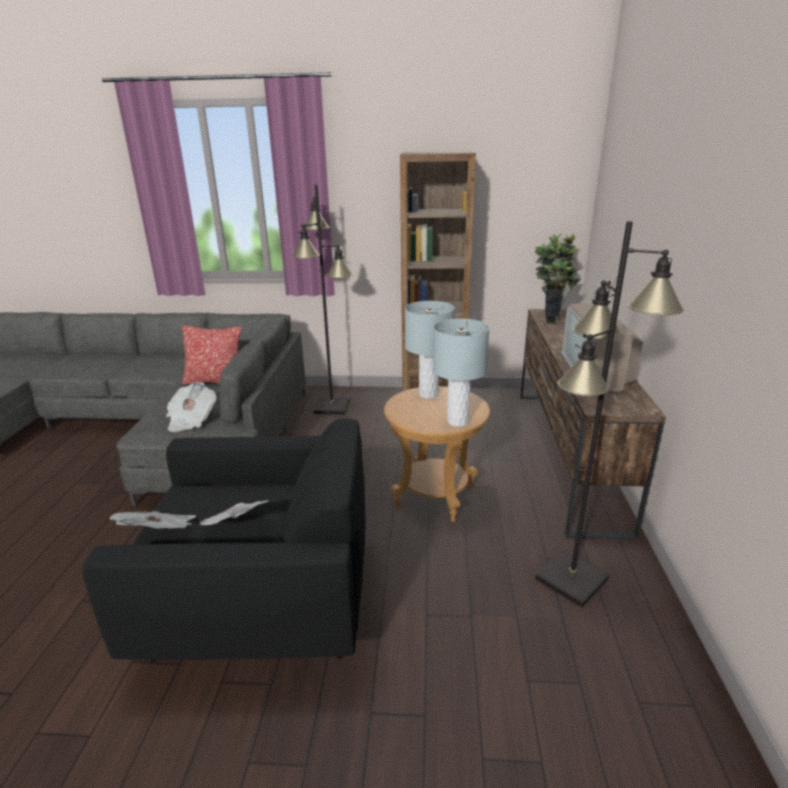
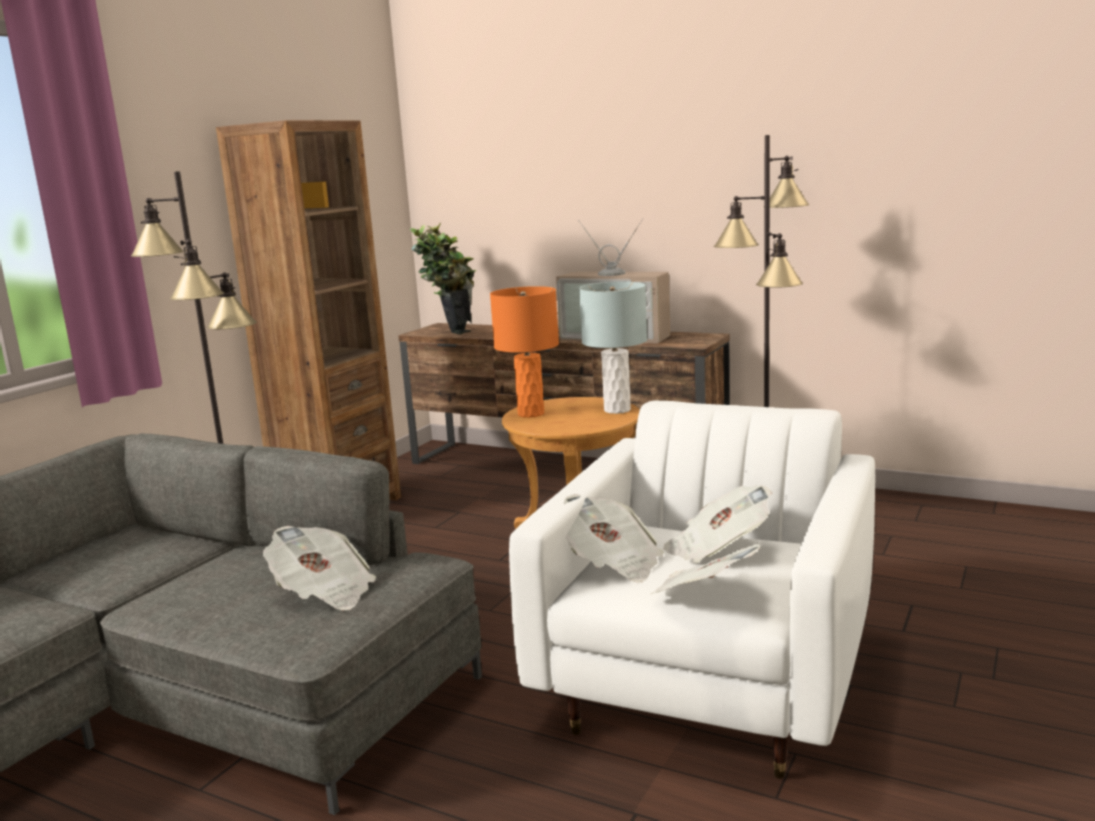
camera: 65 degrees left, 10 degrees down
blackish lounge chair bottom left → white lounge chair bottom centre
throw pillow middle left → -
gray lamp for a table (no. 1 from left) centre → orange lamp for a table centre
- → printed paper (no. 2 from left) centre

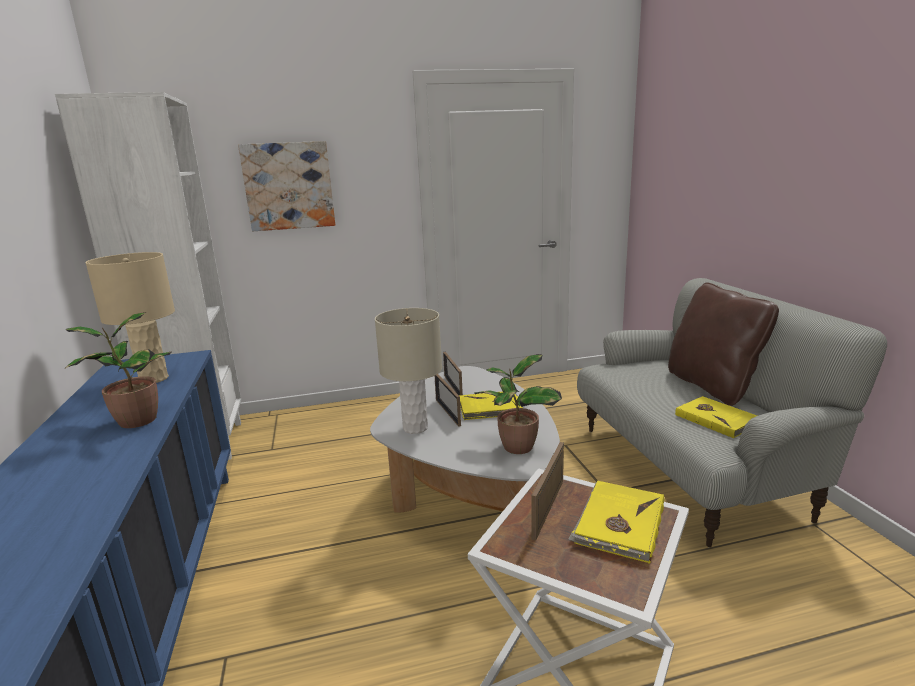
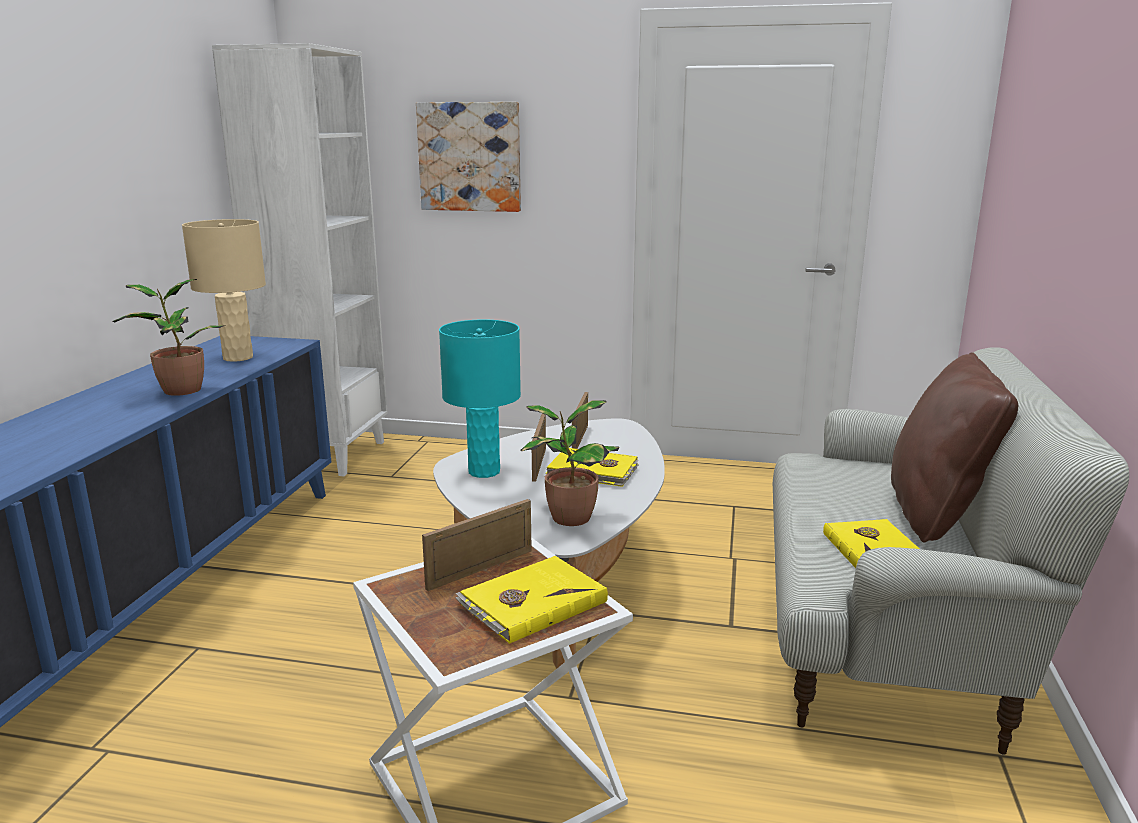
camera: 25 degrees right, 0 degrees up
beige-coloured lamp for a table (no. 2 from left) centre → turquoise lamp for a table centre

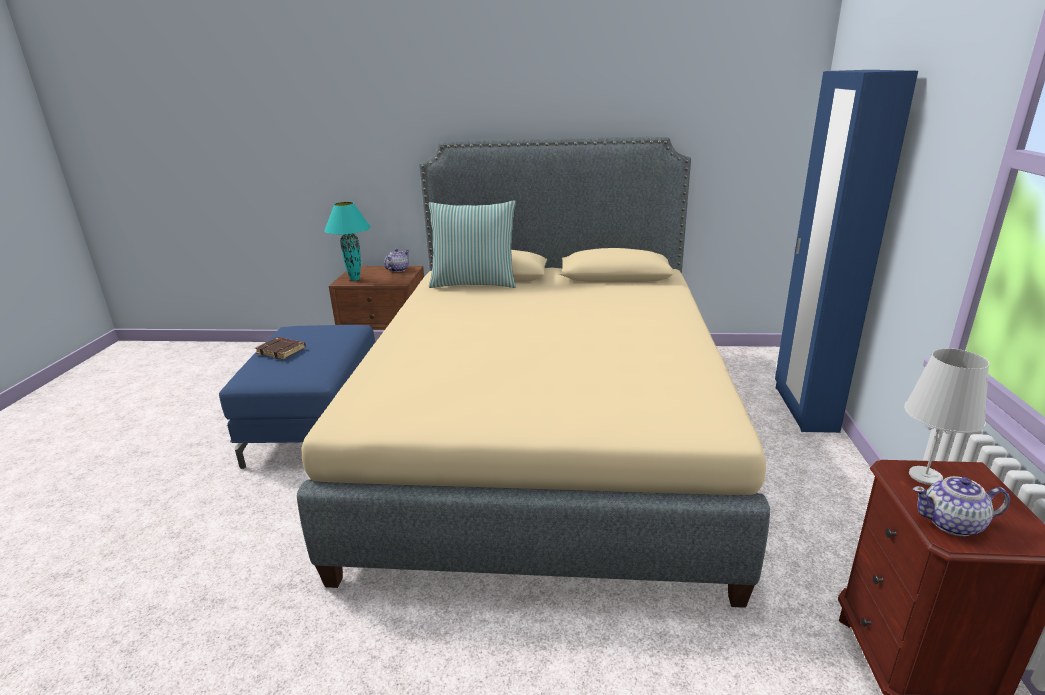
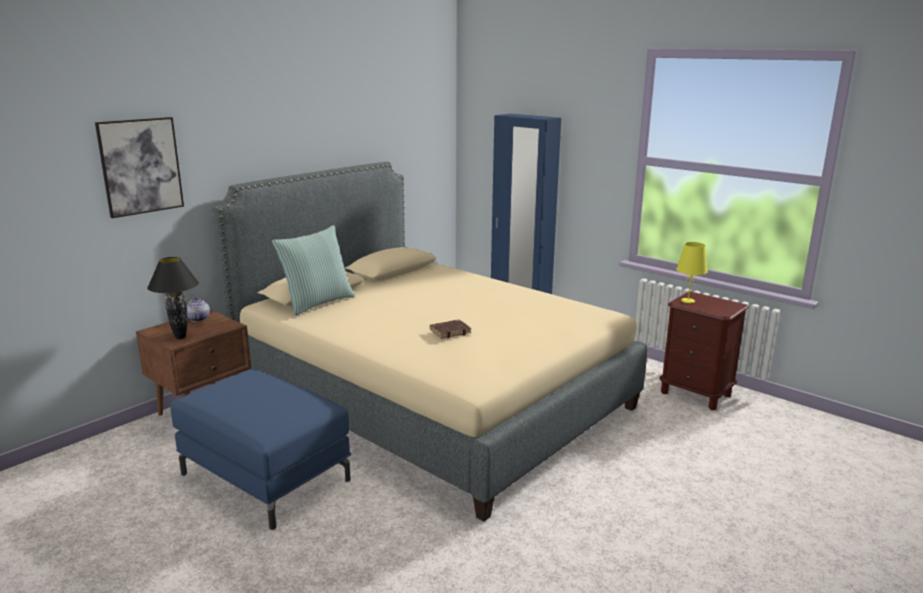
camera: 55 degrees left, 5 degrees down
brown volume middle left → brown volume centre, shifted
turquoise lamp for a table middle left → blackish lamp for a table middle left
white lamp for a table middle right → yellowish lamp for a table middle right
teapot (no. 2 from left) bottom right → -
- → picture top left

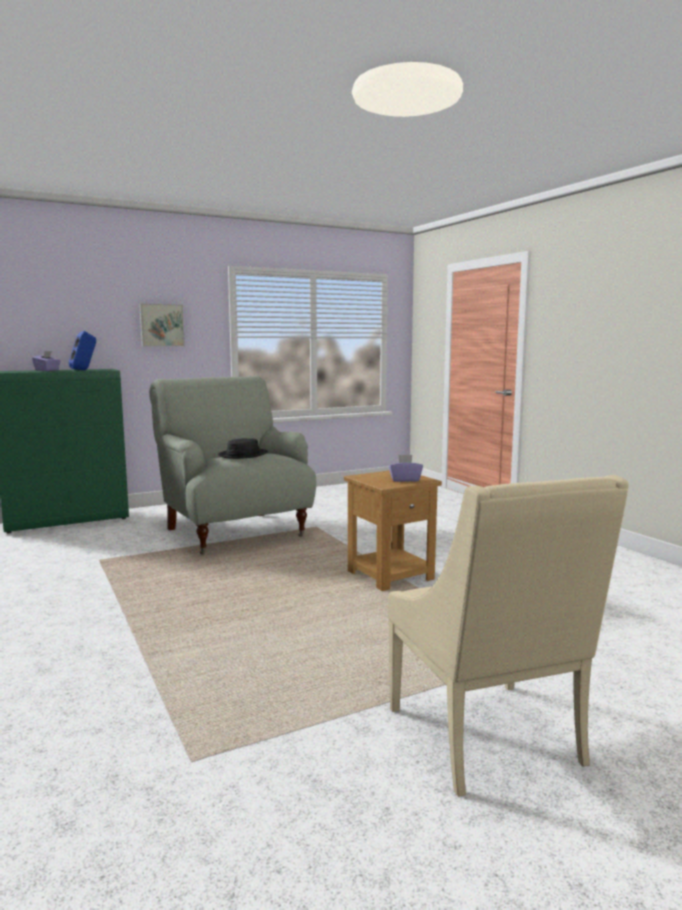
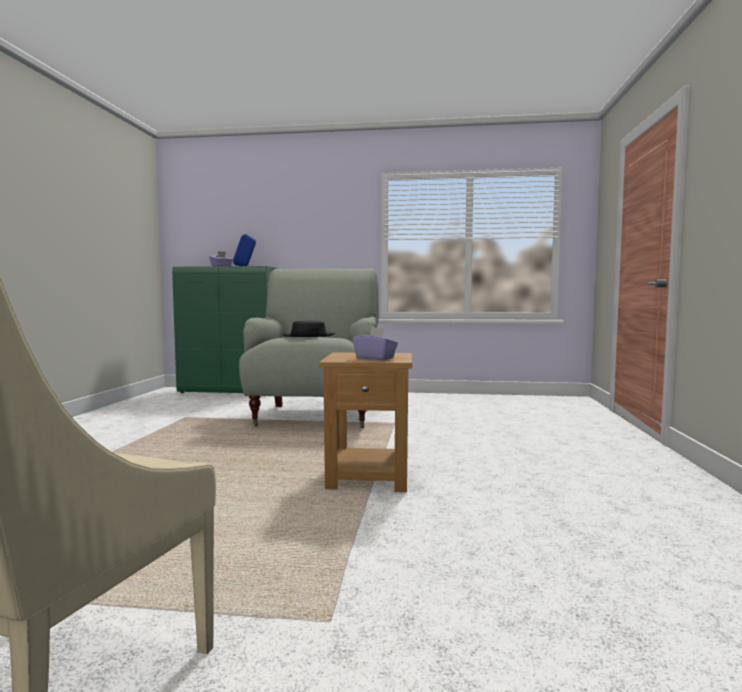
camera: 35 degrees right, 5 degrees down
picture middle left → -

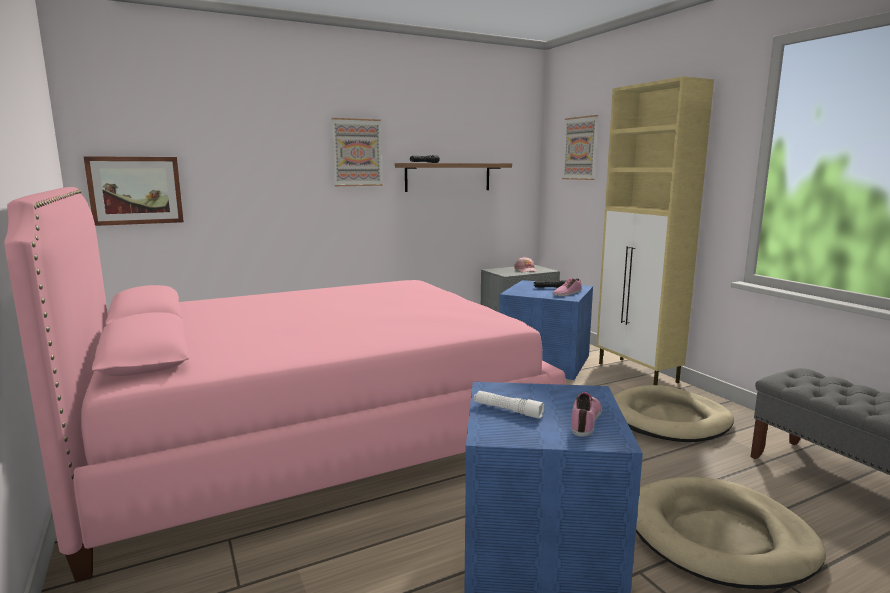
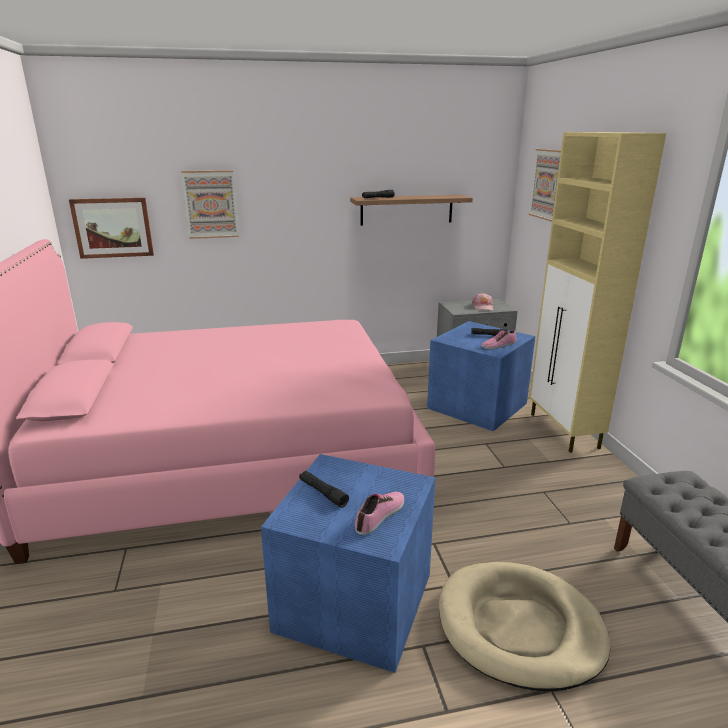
camera: 15 degrees right, 10 degrees up
picture (no. 2 from left) top centre → picture (no. 2 from left) top left, shifted
white torch bottom centre → blackish torch (no. 1 from left) bottom centre
beige-coloured pet bed (no. 1 from left) bottom right → -

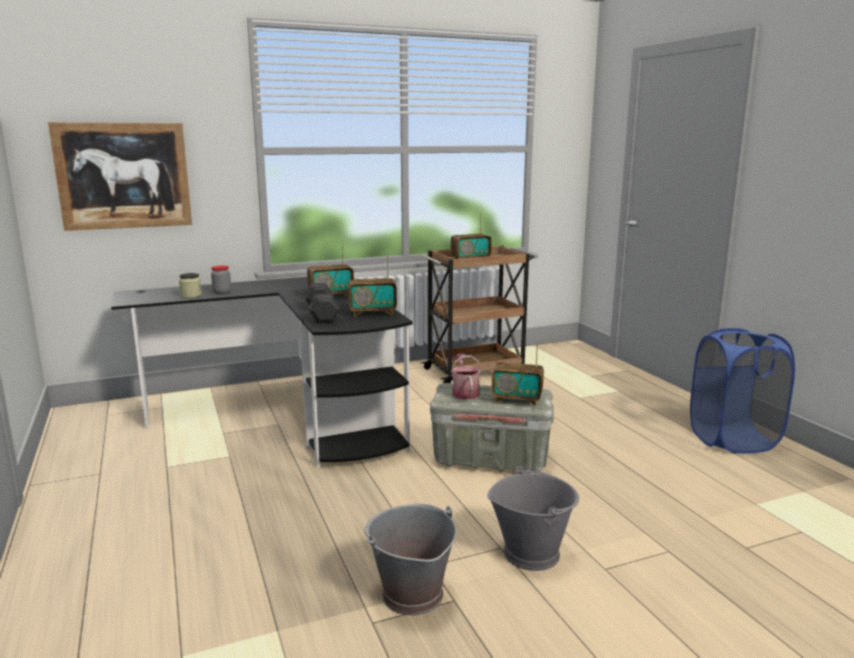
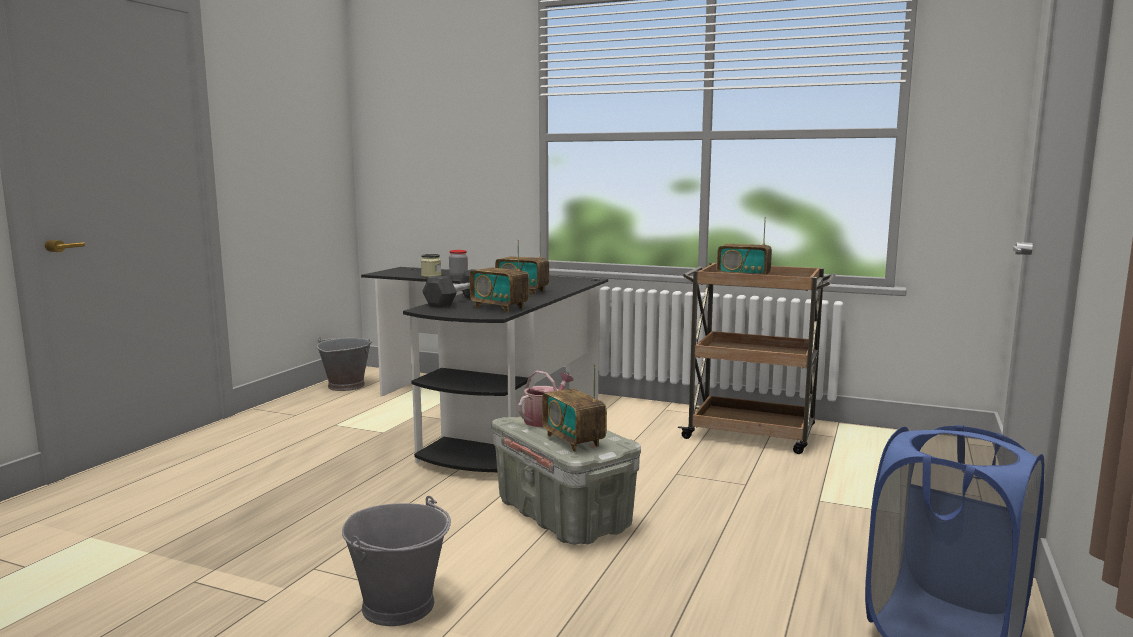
camera: 45 degrees right, 5 degrees down
picture top left → -
gray bucket (no. 1 from left) bottom centre → gray bucket (no. 1 from left) middle left, shifted

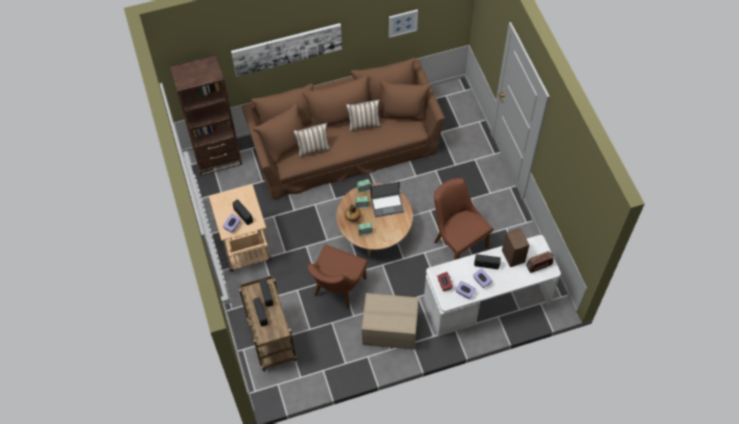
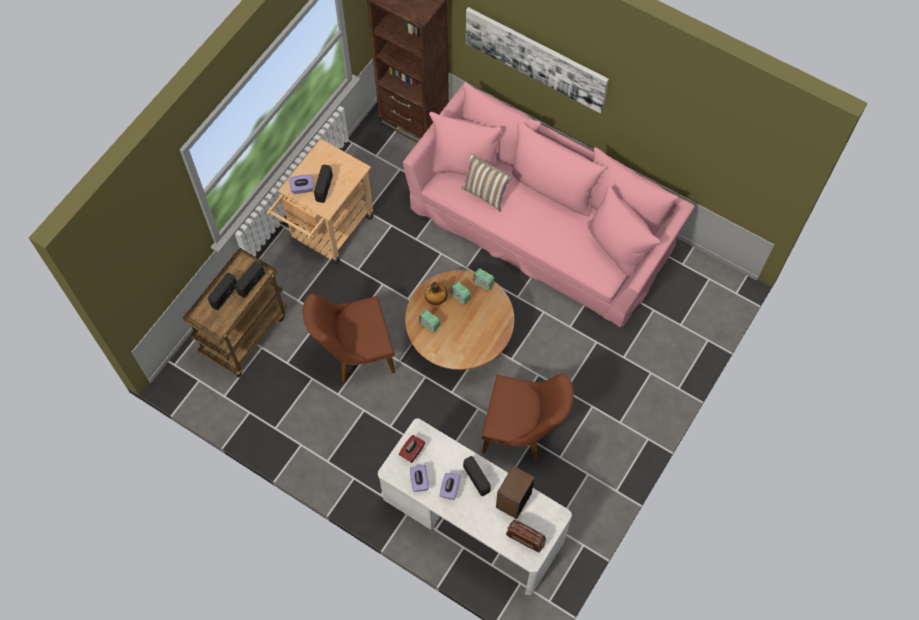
camera: 50 degrees right, 5 degrees up
brown settee top centre → pink settee top centre
throw pillow (no. 2 from left) top centre → -
carton bottom centre → -
laptop centre → -
picture (no. 2 from left) top centre → -
brown upright chair (no. 2 from left) centre → brown upright chair (no. 2 from left) bottom centre, 90 degrees clockwise

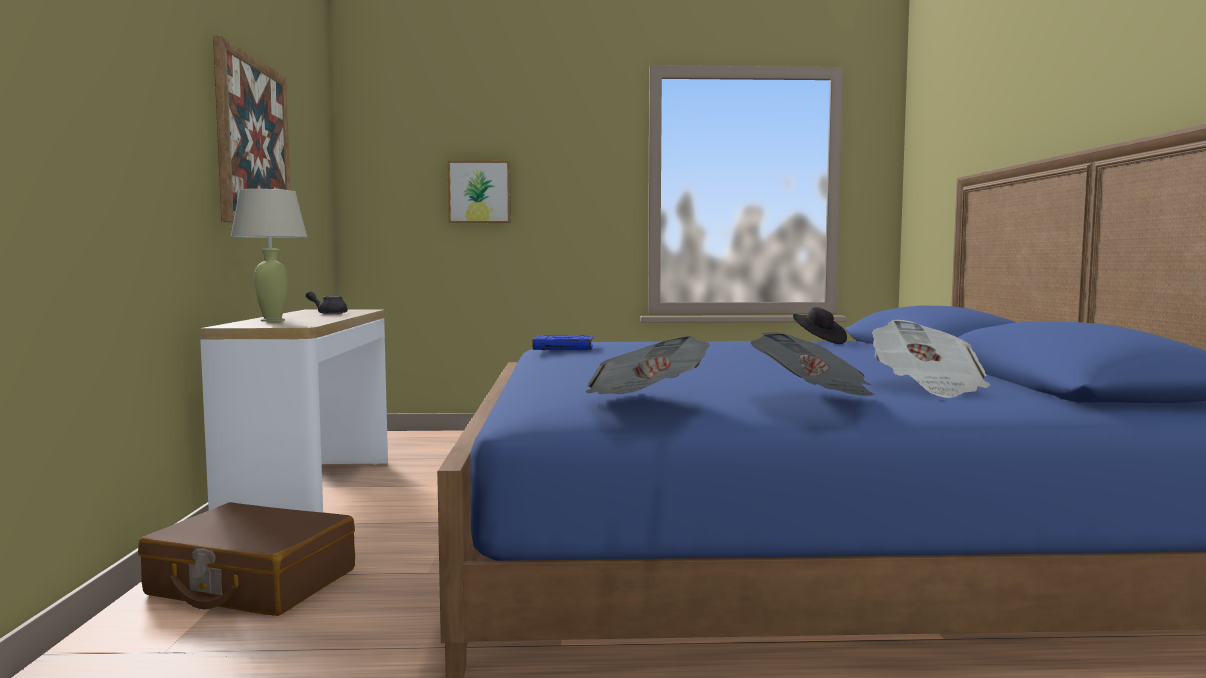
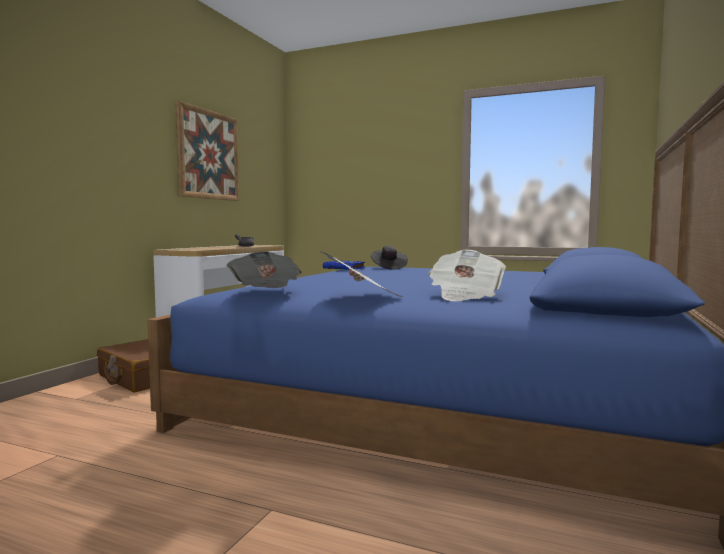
camera: 25 degrees right, 0 degrees up
beige-coloured lamp for a table middle left → -
picture (no. 2 from left) top centre → -
blackish wearable hat middle right → blackish wearable hat centre, shifted

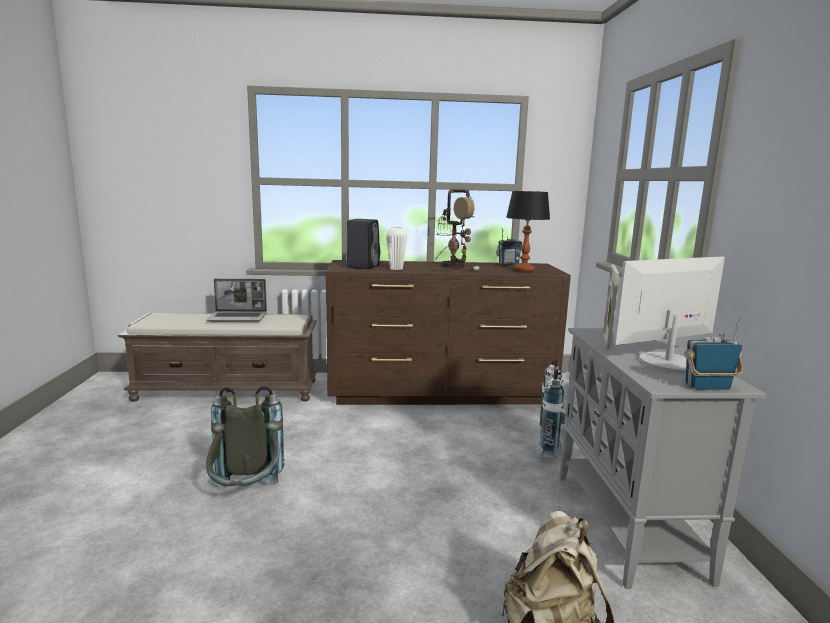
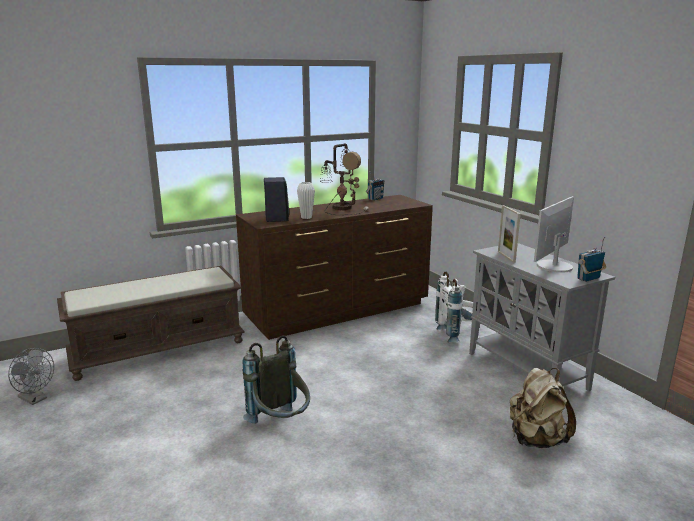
camera: 25 degrees left, 5 degrees up
laptop middle left → -
lamp for a table (no. 2 from left) centre → -
- → gray fan bottom left

